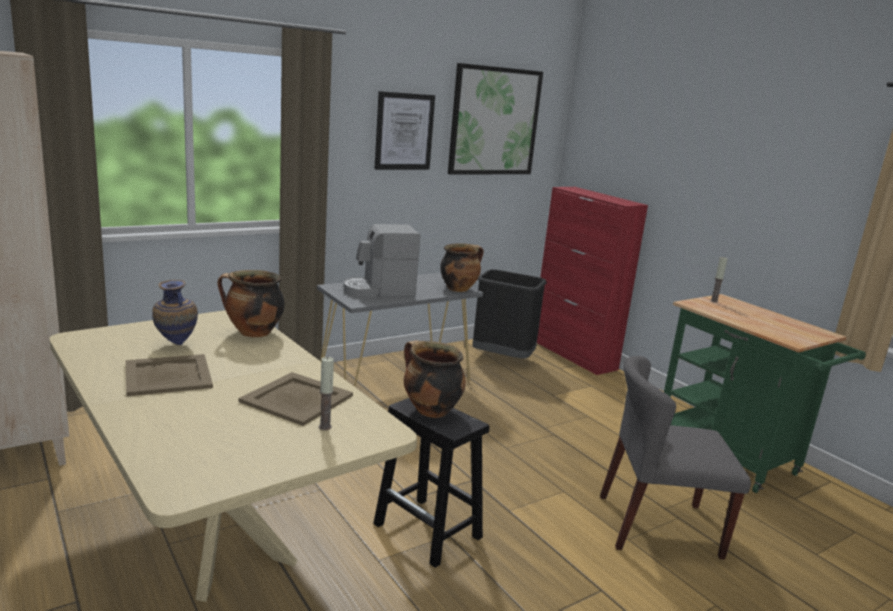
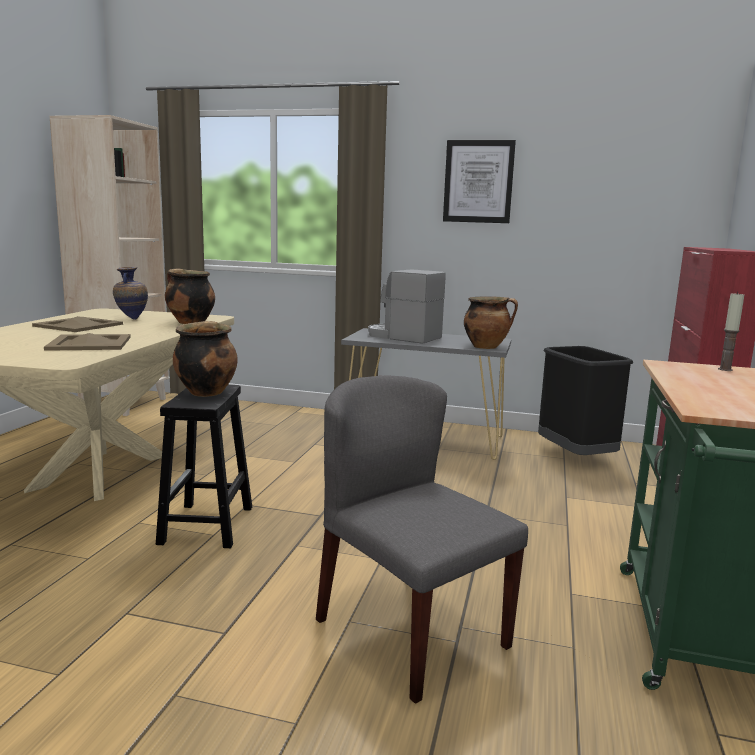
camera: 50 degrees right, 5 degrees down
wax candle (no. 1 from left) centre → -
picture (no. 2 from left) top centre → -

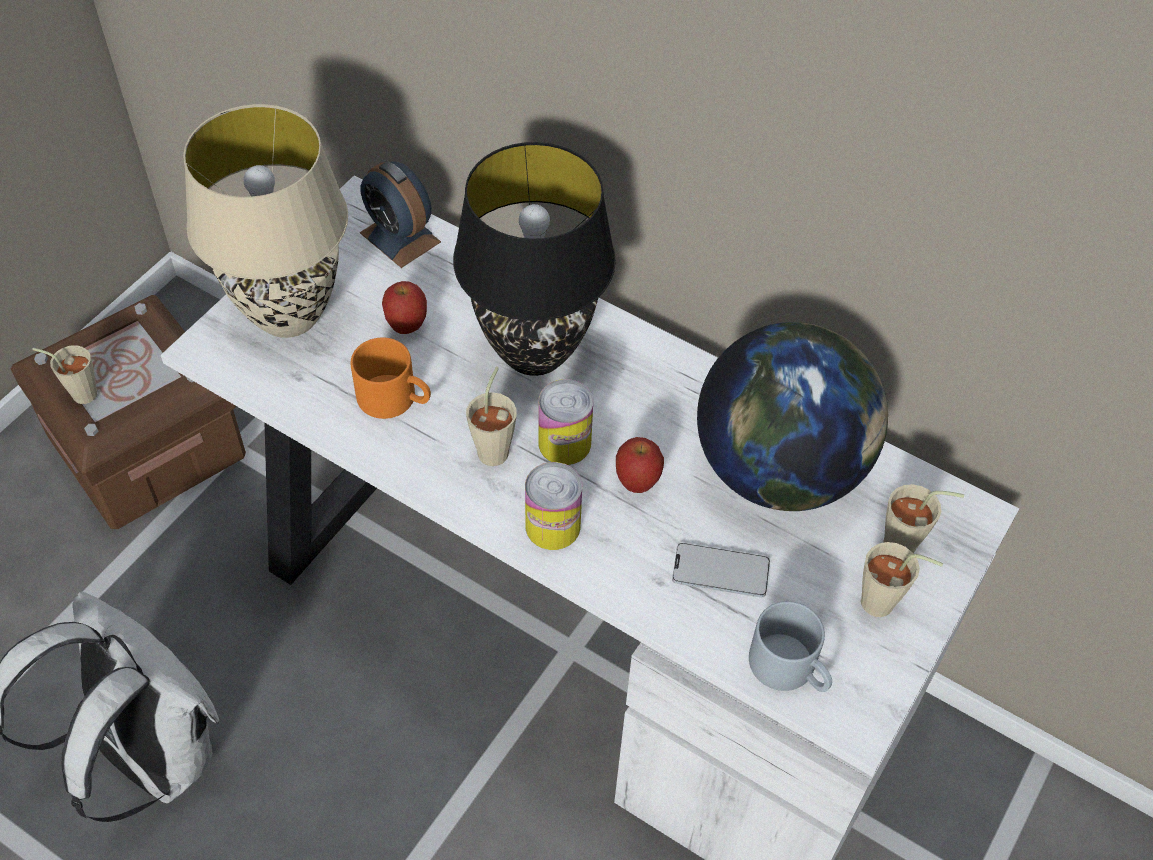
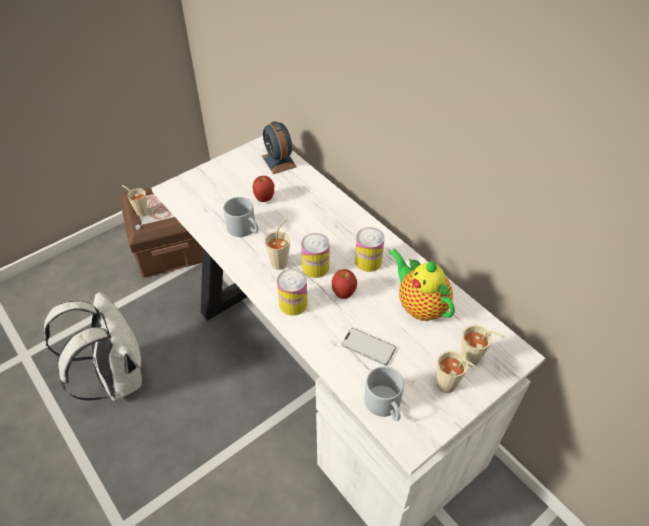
camera: 20 degrees right, 5 degrees down
beige-coloured lamp for a table top left → -
orange mug centre → gray mug (no. 1 from left) centre
blackish lamp for a table top centre → -
desk globe middle right → teapot centre
- → metal can (no. 3 from left) centre

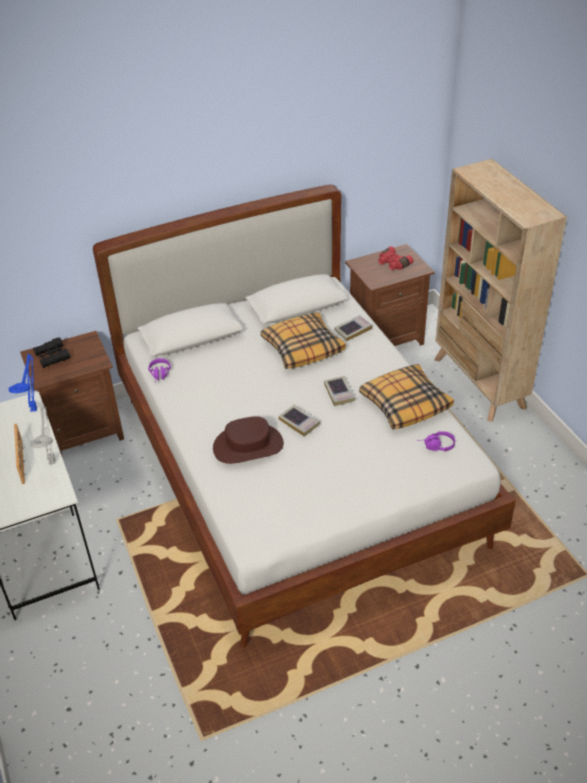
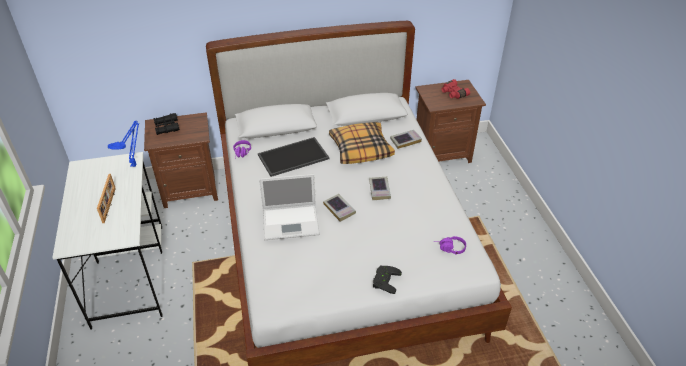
camera: 10 degrees right, 0 degrees up
gray lamp for a table middle left → -
brown wearable hat centre → laptop centre
throw pillow (no. 2 from left) middle right → -
beige-coloured bookcase middle right → -
- → carrying tray centre
- → blackish game controller bottom centre

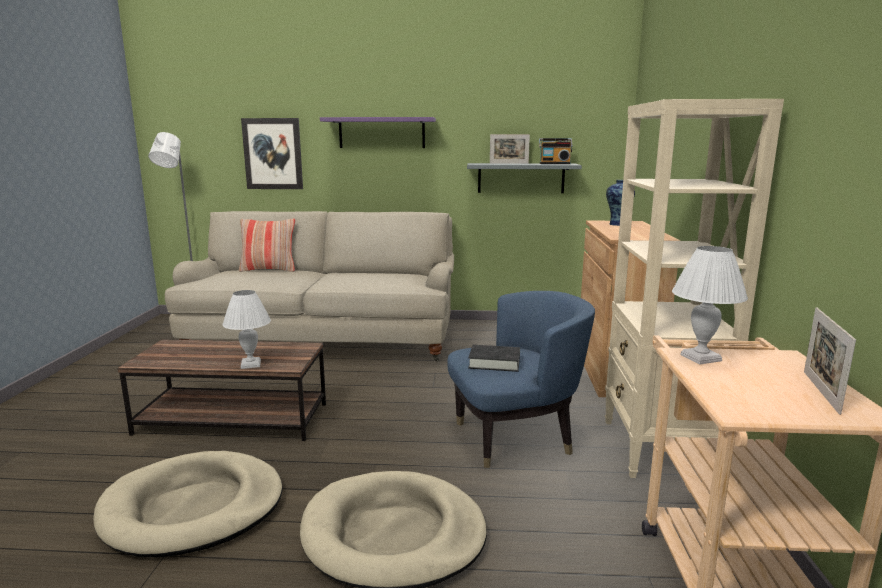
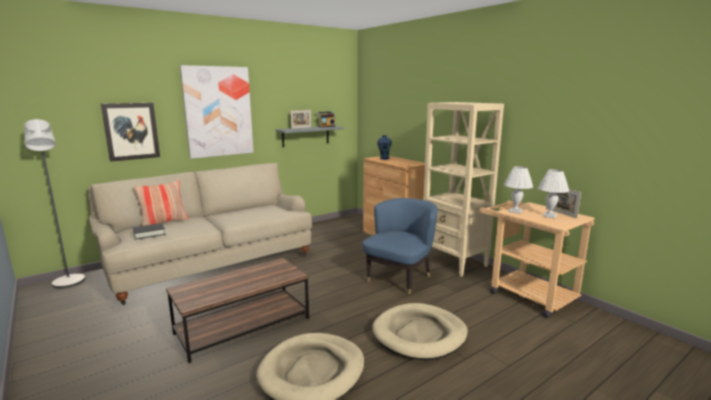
camera: 40 degrees left, 0 degrees up
white lamp for a table (no. 1 from left in the first image) middle left → white lamp for a table (no. 2 from left) middle right, shifted
purple-coloured wall shelf top centre → picture (no. 2 from left) top left
blackish volume centre → blackish volume middle left, shifted

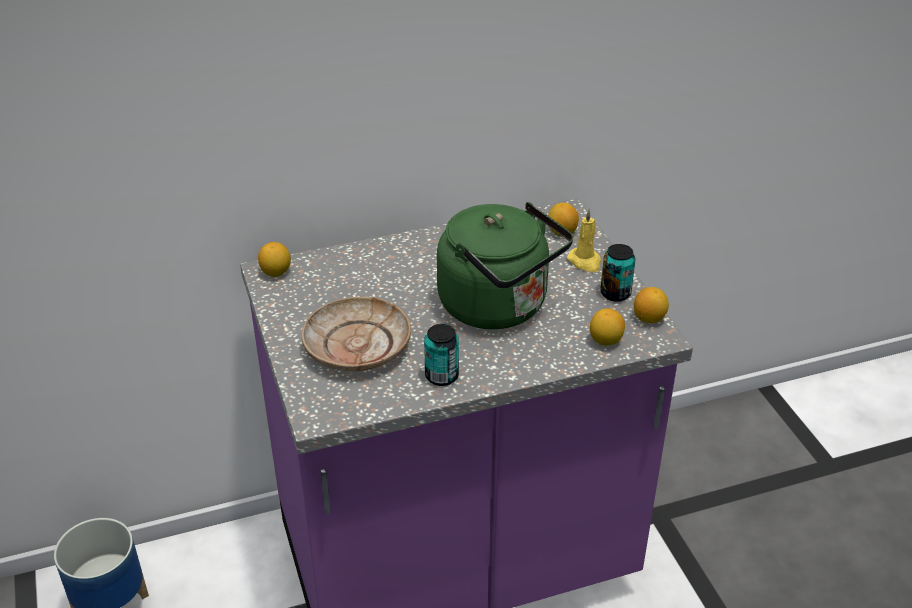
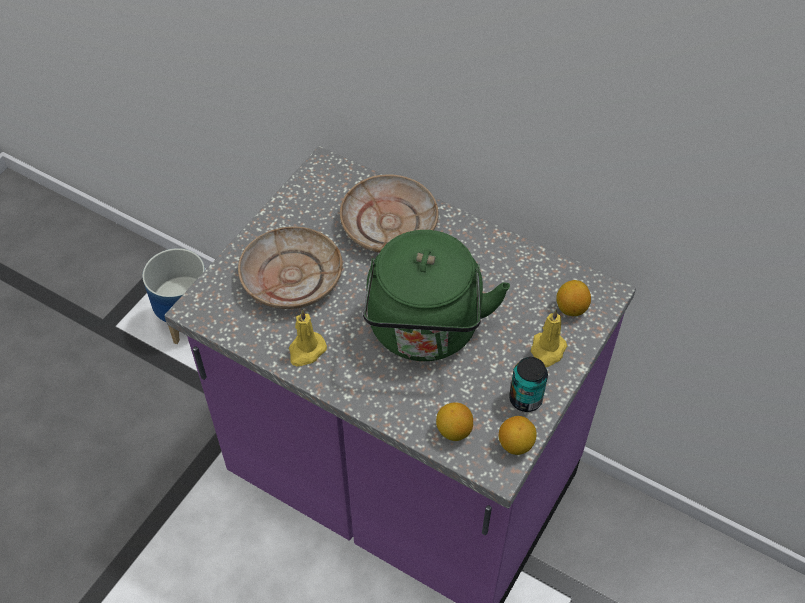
camera: 50 degrees right, 15 degrees up
citrus fruit (no. 1 from left) middle left → -
metal can (no. 1 from left) centre → yellowish wax candle (no. 1 from left) centre
- → beige-coloured flat dish (no. 2 from left) centre

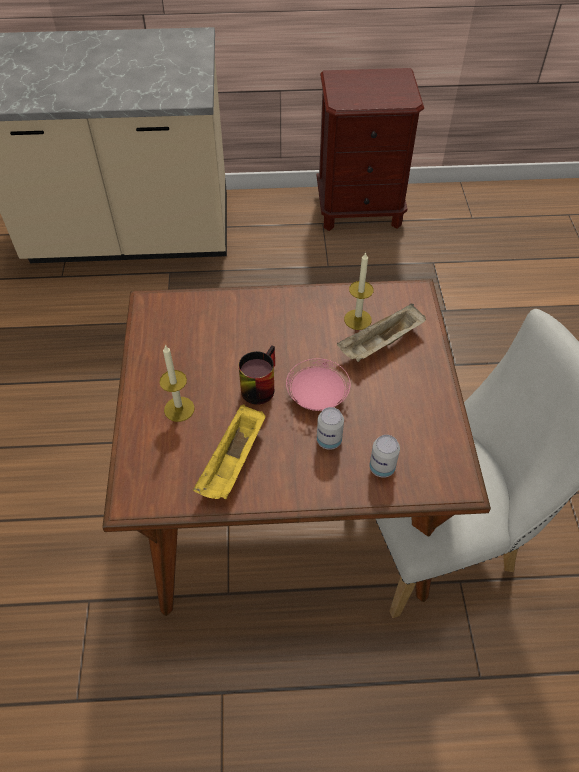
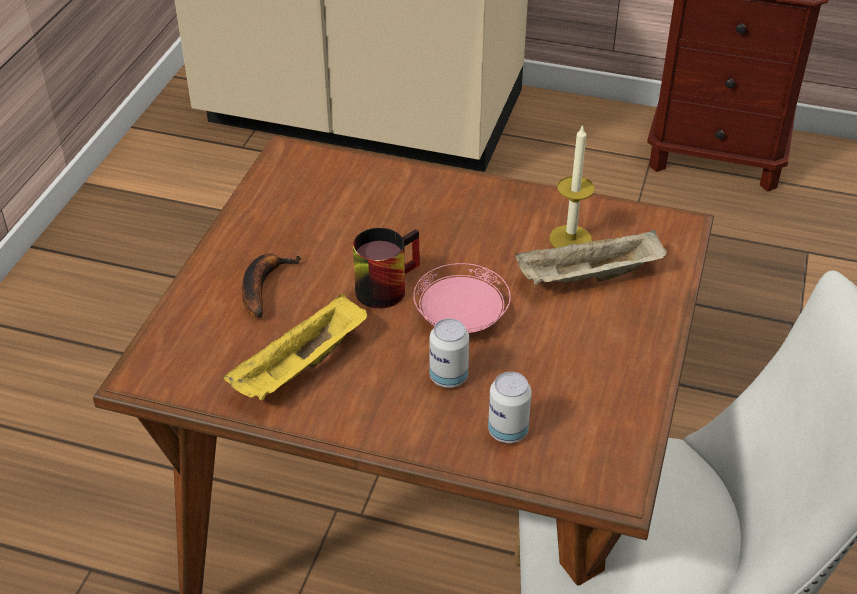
camera: 20 degrees right, 10 degrees down
wax candle (no. 1 from left) middle left → banana middle left

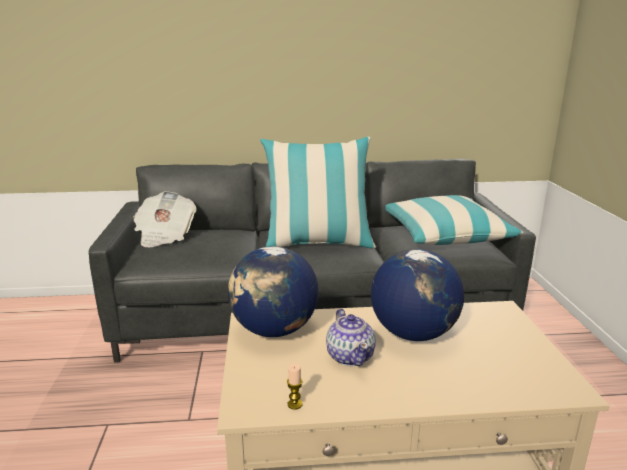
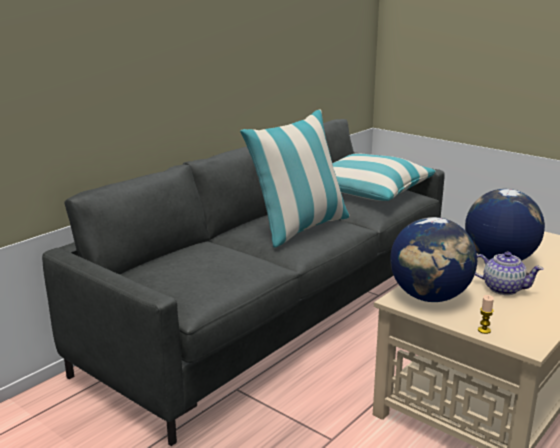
camera: 45 degrees left, 0 degrees up
printed paper middle left → -
wax candle bottom centre → wax candle bottom right, shifted

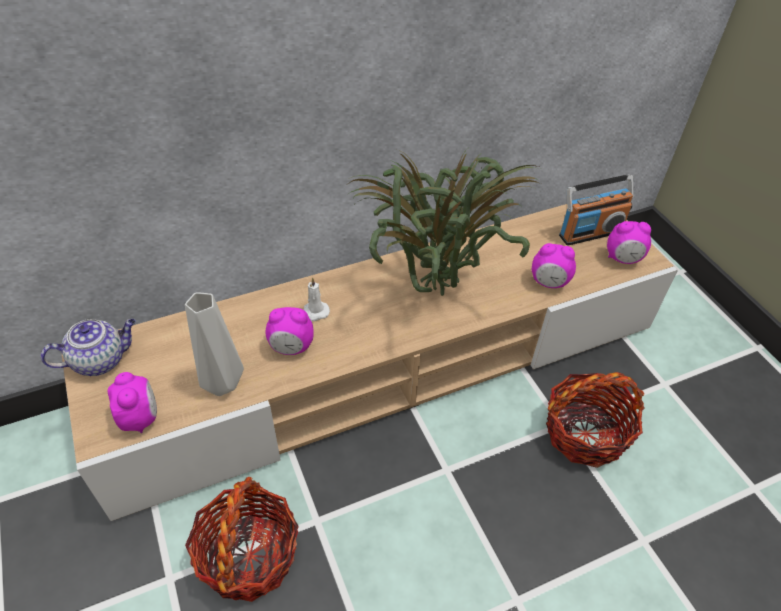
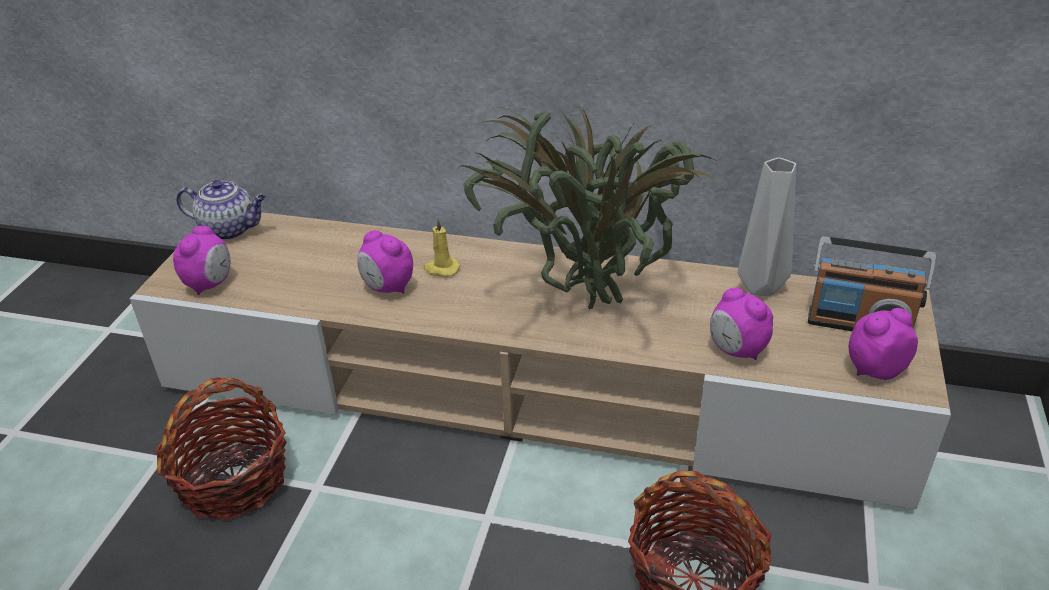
camera: 40 degrees right, 10 degrees down
gray decorative vase middle left → gray decorative vase middle right, shifted
white wax candle centre → yellowish wax candle centre
alarm clock (no. 4 from left) middle right, 120 degrees clockwise

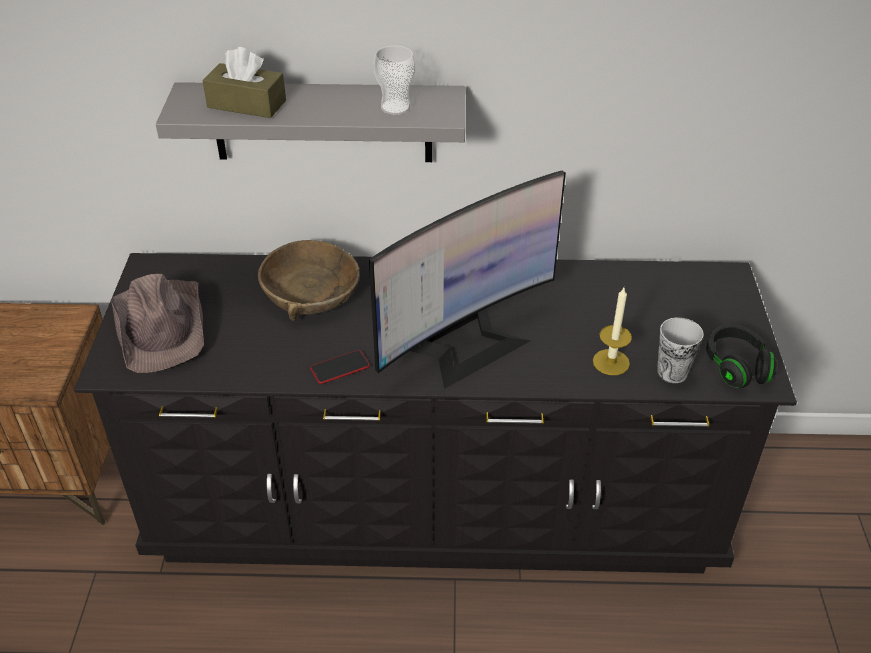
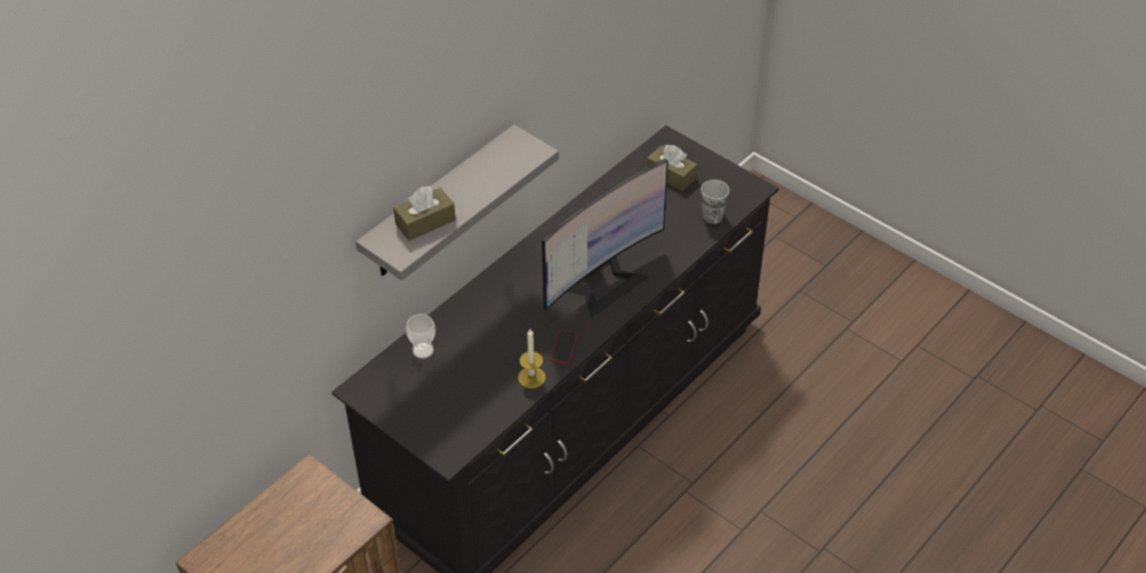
camera: 50 degrees left, 5 degrees up
brown wearable hat middle left → -
brown deep dish centre → -
monitor centre, 45 degrees clockwise
cup (no. 1 from left) top centre → cup (no. 1 from left) centre, shifted
wax candle middle right → wax candle centre, shifted
blackish headphones middle right → -
- → brown tissue holder (no. 2 from left) top centre

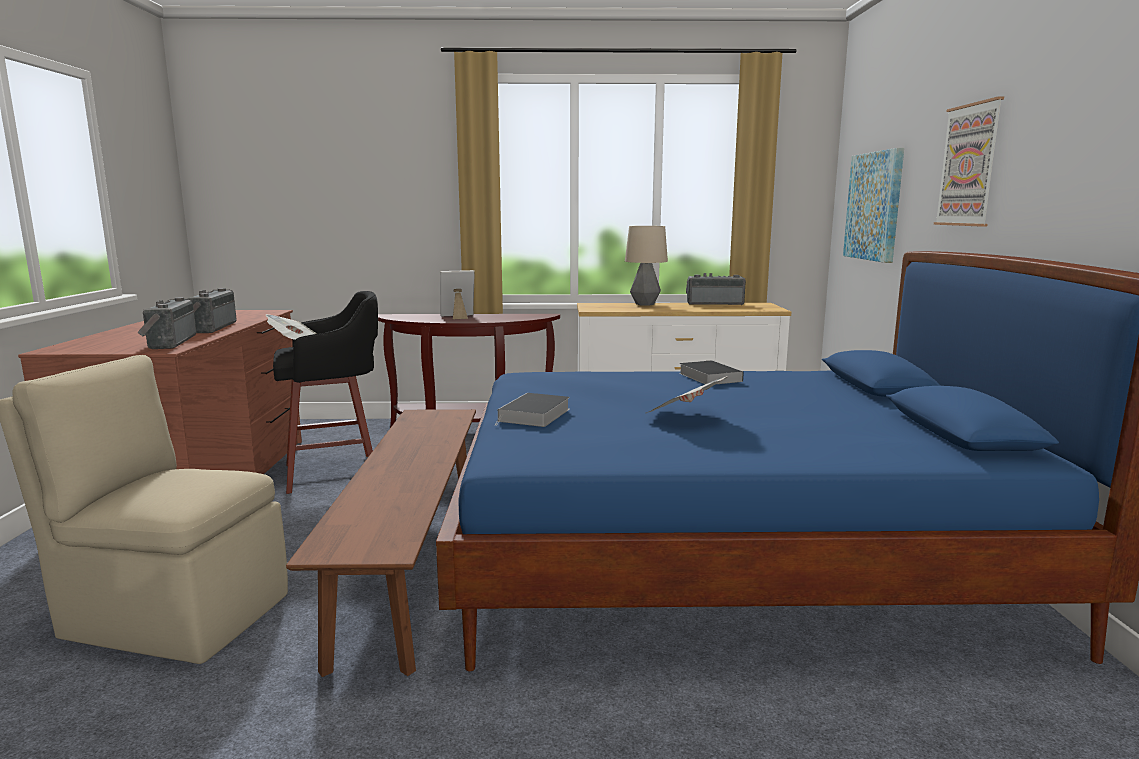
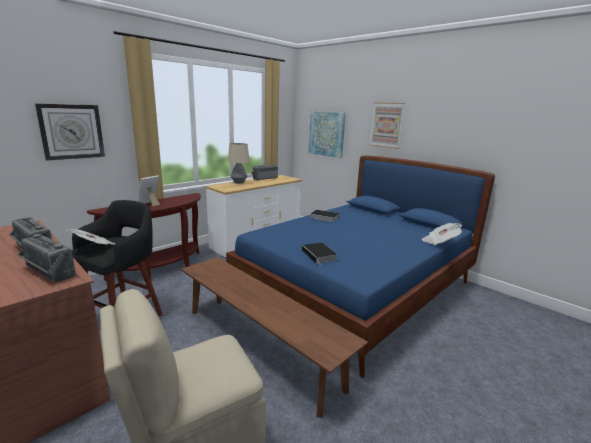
camera: 45 degrees left, 5 degrees up
printed paper (no. 2 from left) centre → printed paper (no. 2 from left) middle right, shifted
- → hanging clock top left

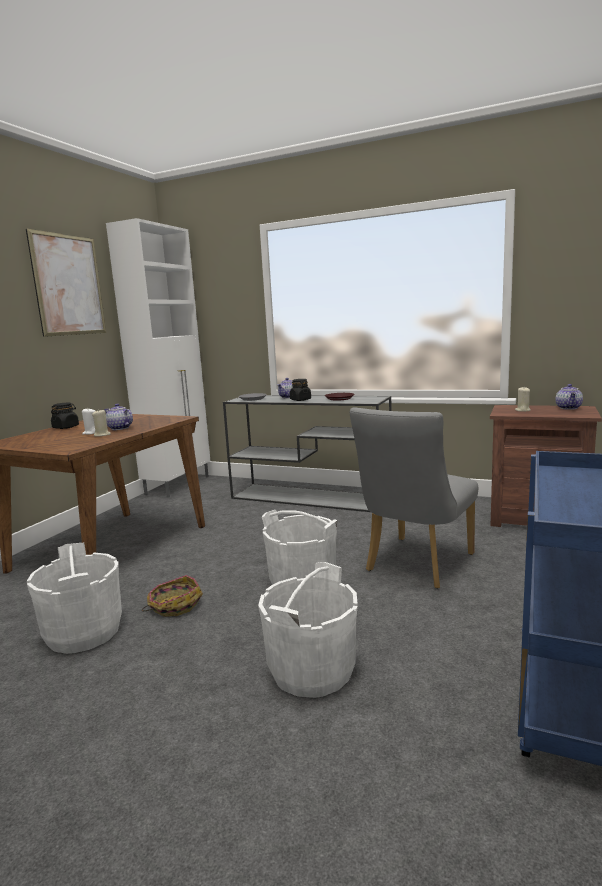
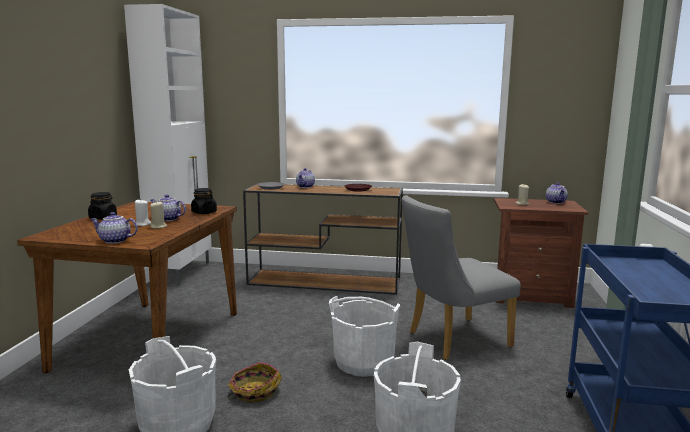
camera: 15 degrees left, 0 degrees up
picture top left → -
gray narrow table centre → brown narrow table centre
blackish preserve jar (no. 2 from left) centre → blackish preserve jar (no. 2 from left) middle left, shifted
gray upright chair middle right, 45 degrees clockwise
- → teapot (no. 1 from left) middle left

